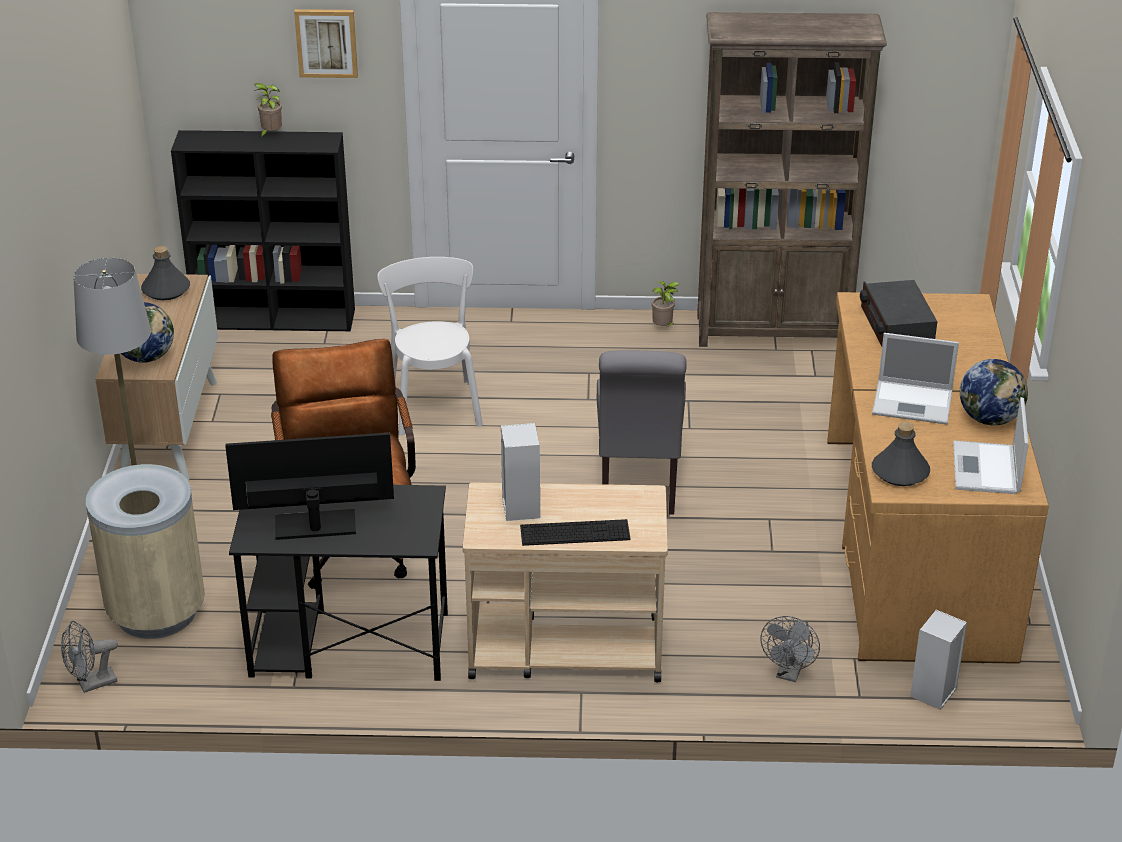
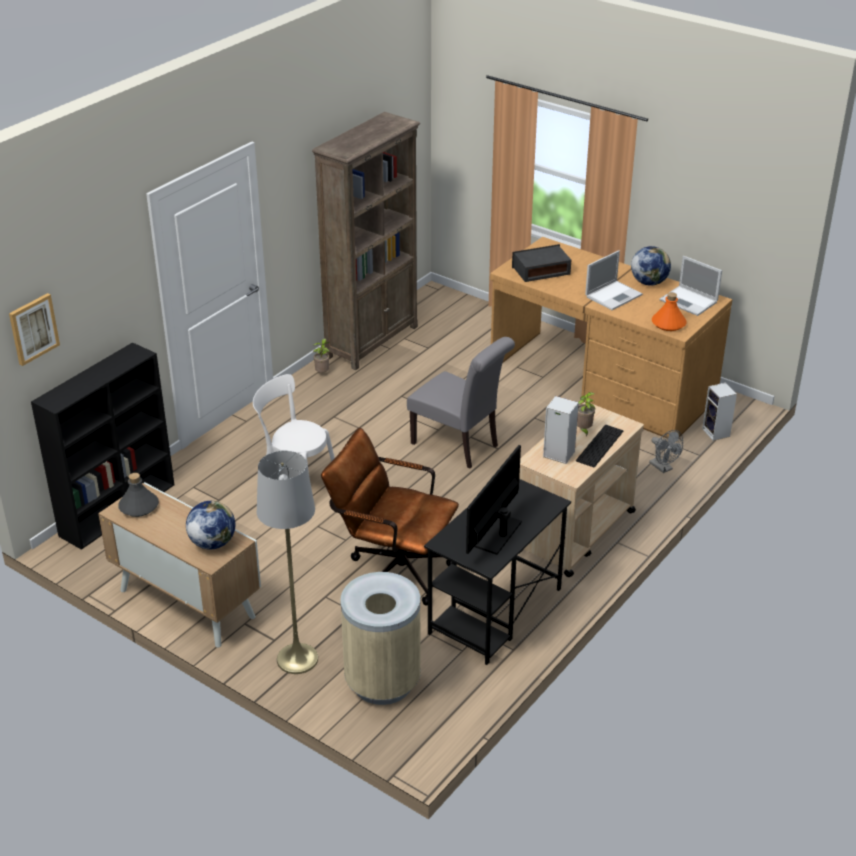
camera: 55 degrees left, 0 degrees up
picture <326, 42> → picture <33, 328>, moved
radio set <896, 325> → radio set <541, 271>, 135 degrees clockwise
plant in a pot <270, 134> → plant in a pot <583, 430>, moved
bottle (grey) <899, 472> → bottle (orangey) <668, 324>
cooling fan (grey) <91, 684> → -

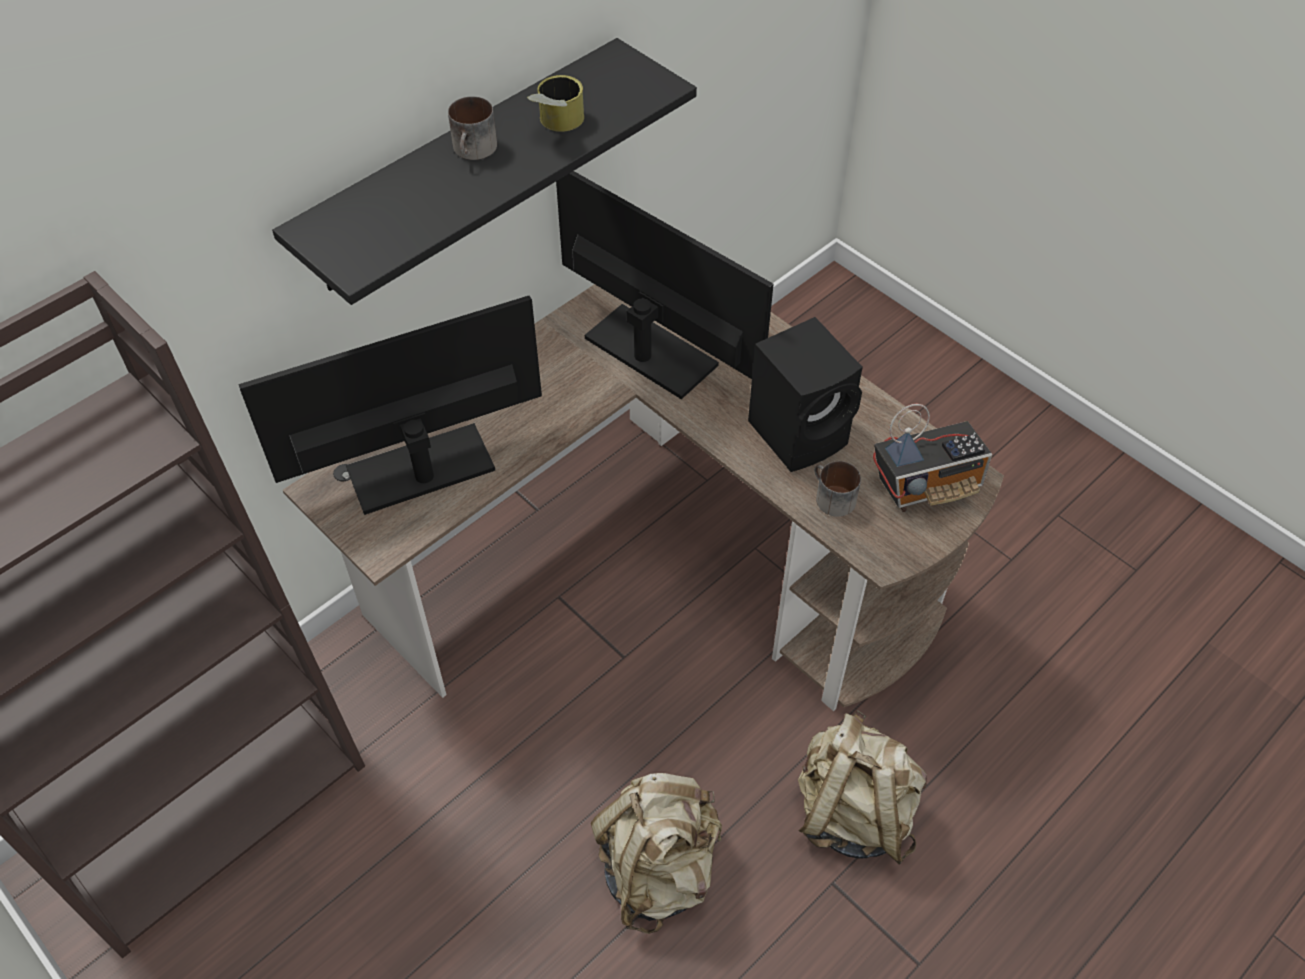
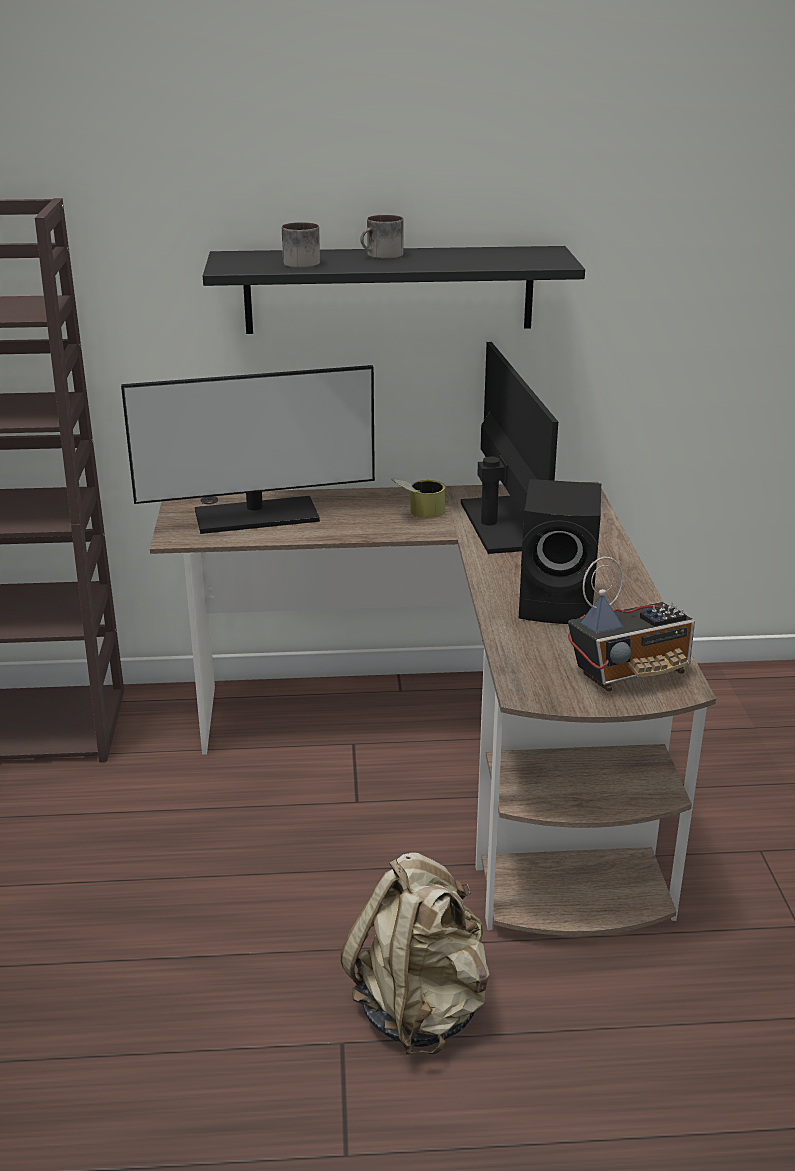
camera: 40 degrees right, 25 degrees down
monitor <421, 469> → monitor <256, 516>, 150 degrees clockwise
coffee mug <830, 498> → coffee mug <300, 262>, moved
metal can <556, 126> → metal can <418, 513>, moved
radio set <927, 485> → radio set <630, 673>, 45 degrees counterclockwise
backpack (beige-coloured) <658, 869> → -

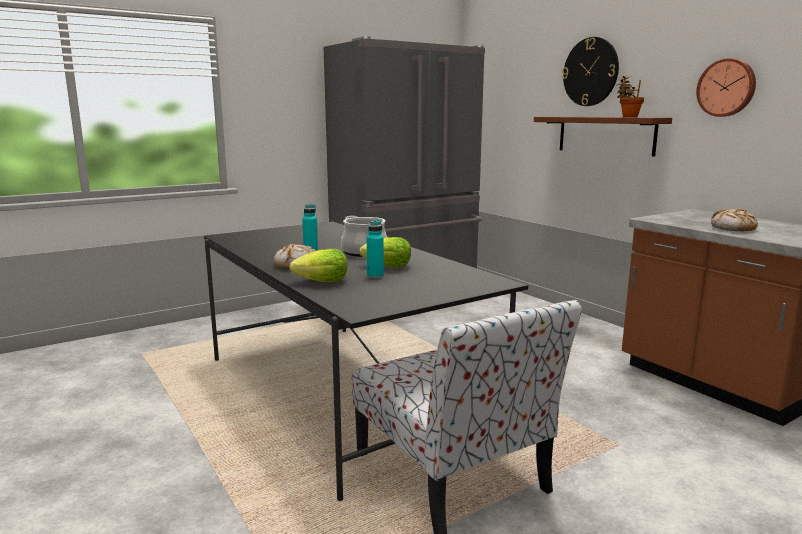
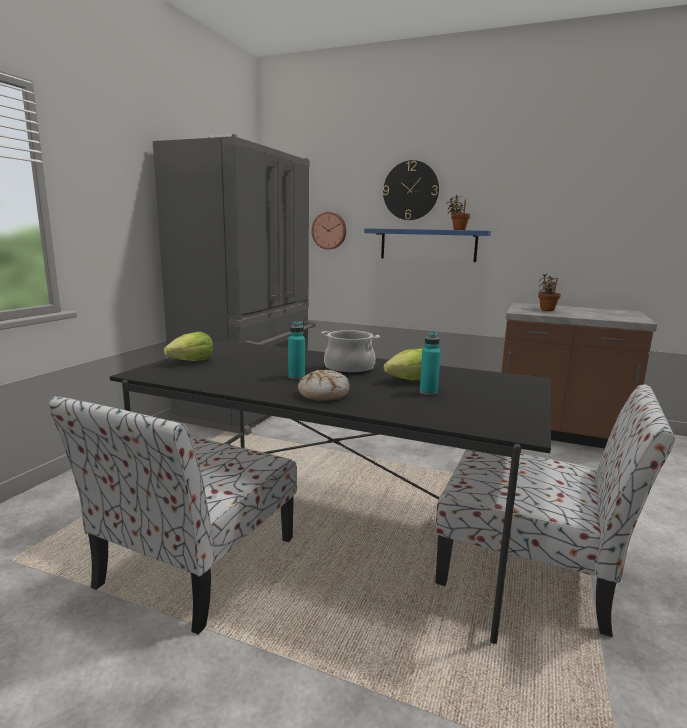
camera: 35 degrees left, 0 degrees up
- → chair <195, 564>
lettuce <322, 282> → lettuce <192, 361>, moved
hanging clock <726, 88> → hanging clock <329, 230>, moved
wall shelf (brownish) <605, 135> → wall shelf (blue) <428, 245>
- → plant in a pot <546, 309>
bakery bread <732, 228> → -

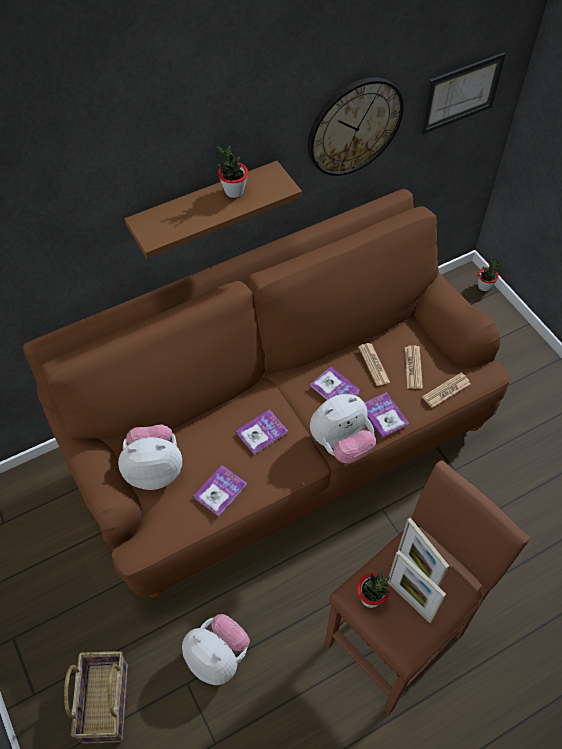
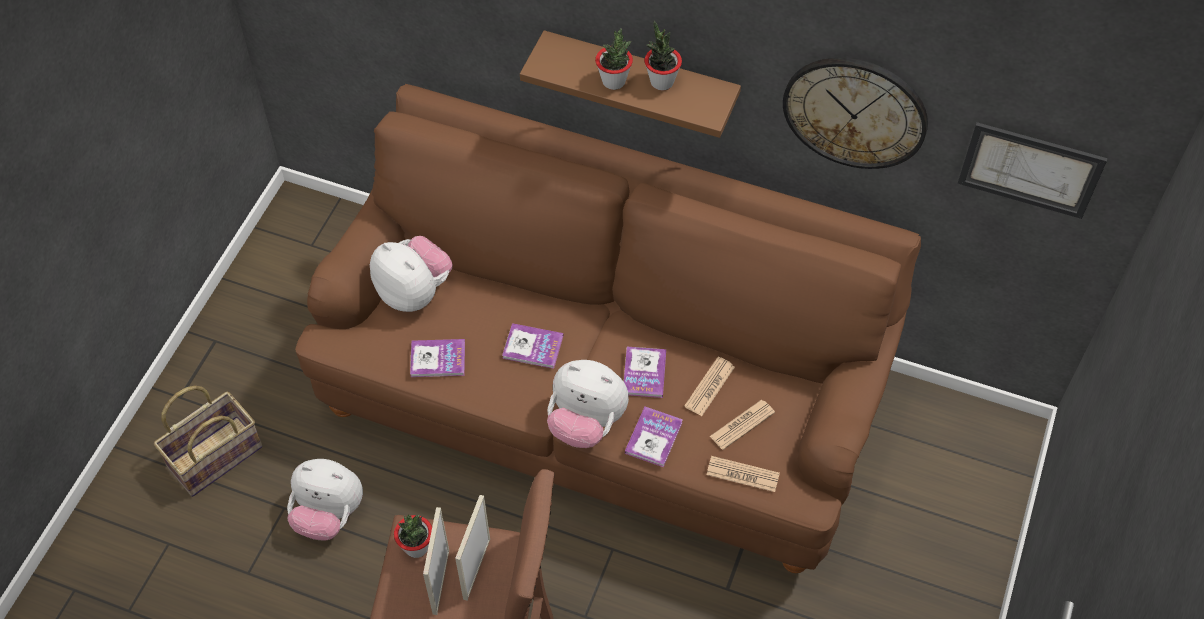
camera: 50 degrees right, 0 degrees up
soft toy <217, 657> → soft toy <328, 514>, 105 degrees clockwise
plant in a pot <484, 286> → plant in a pot <614, 81>, moved

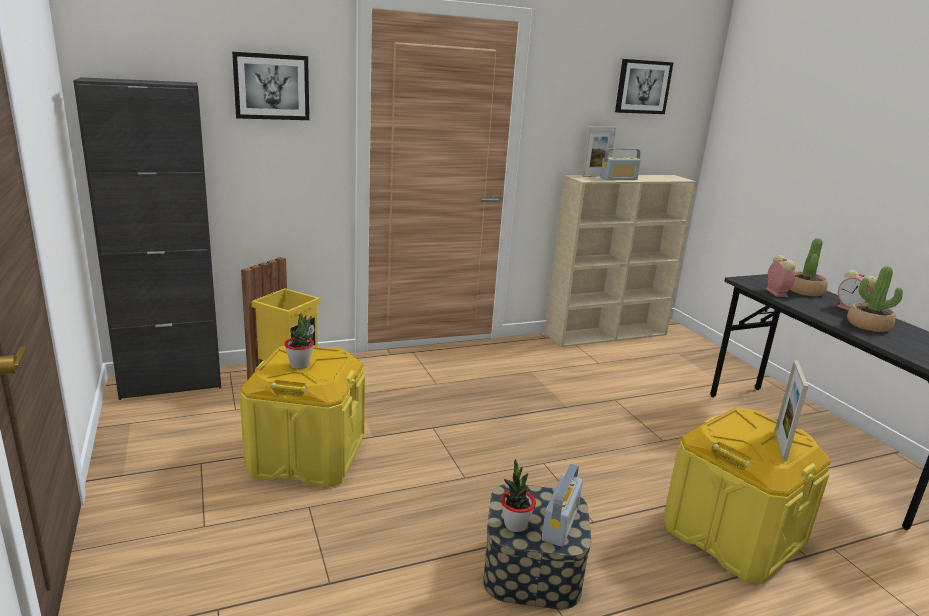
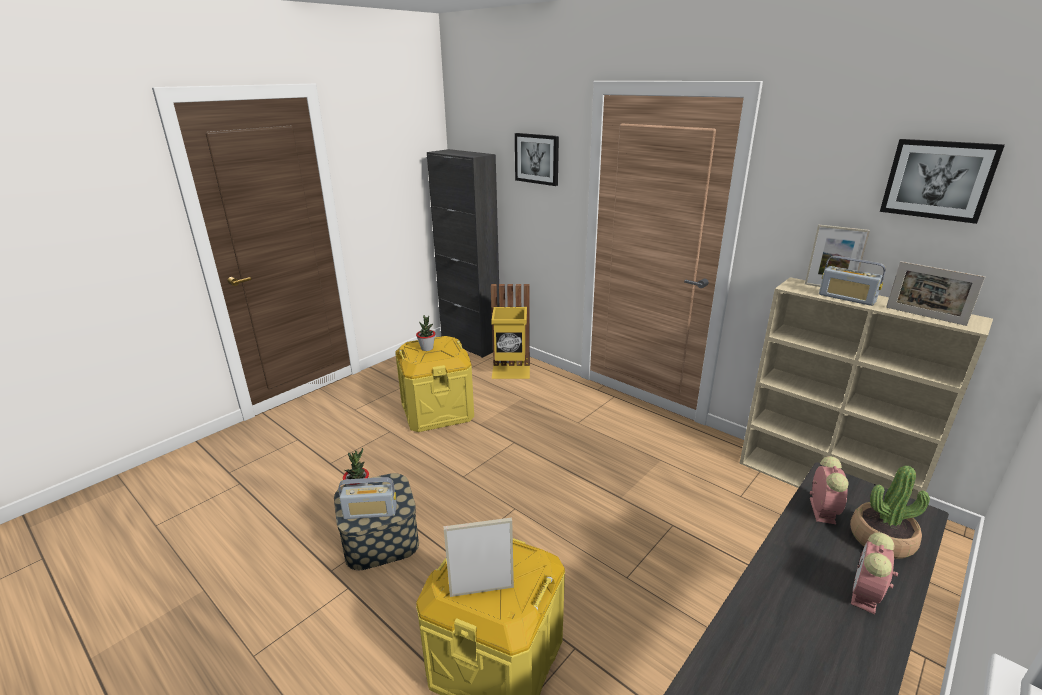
camera: 65 degrees right, 5 degrees up
table clock <775, 292> → table clock <821, 509>, 45 degrees counterclockwise
- → standing frame <925, 316>
plant in a pot <868, 325> → -

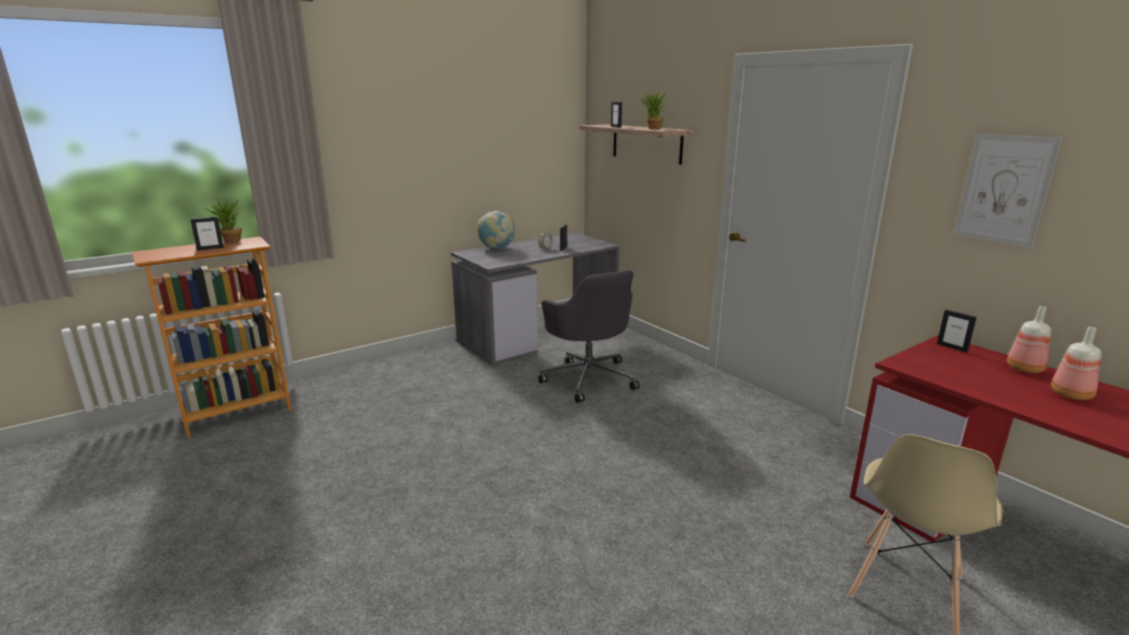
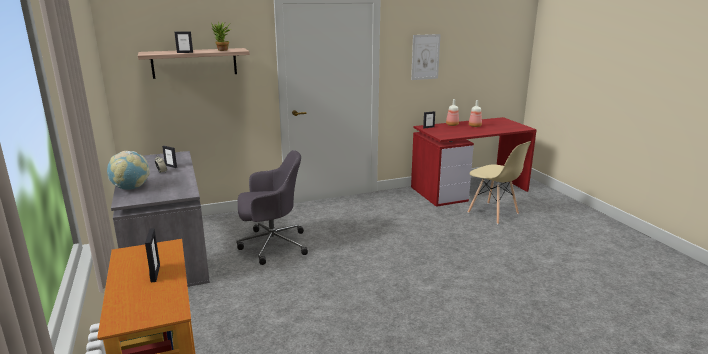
camera: 75 degrees left, 0 degrees up
plant in a pot <229, 241> → -

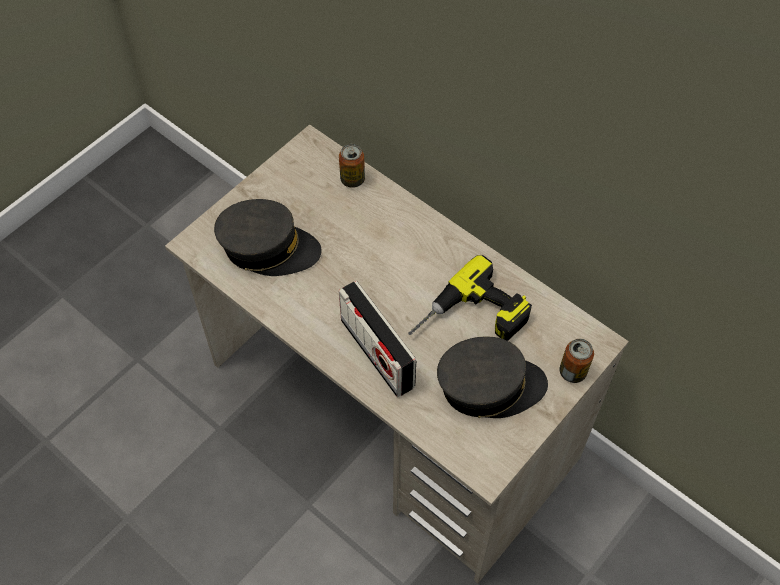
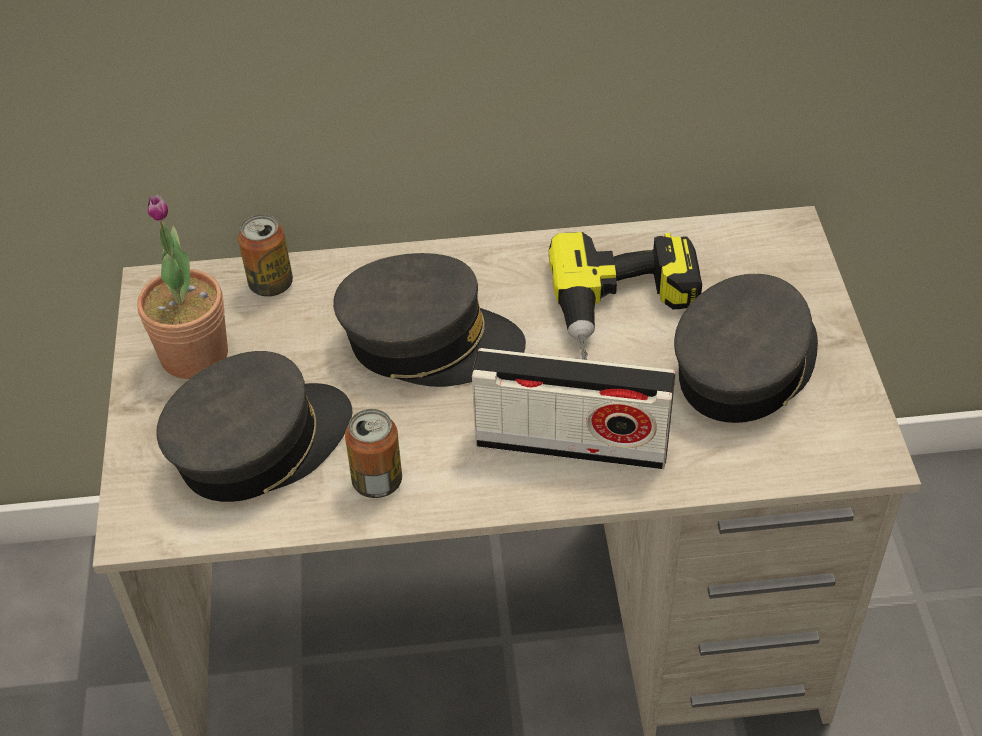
camera: 45 degrees left, 10 degrees down
- → plant in a pot <194, 355>
- → cap (grey) <429, 342>
metal can <573, 372> → metal can <377, 481>, moved

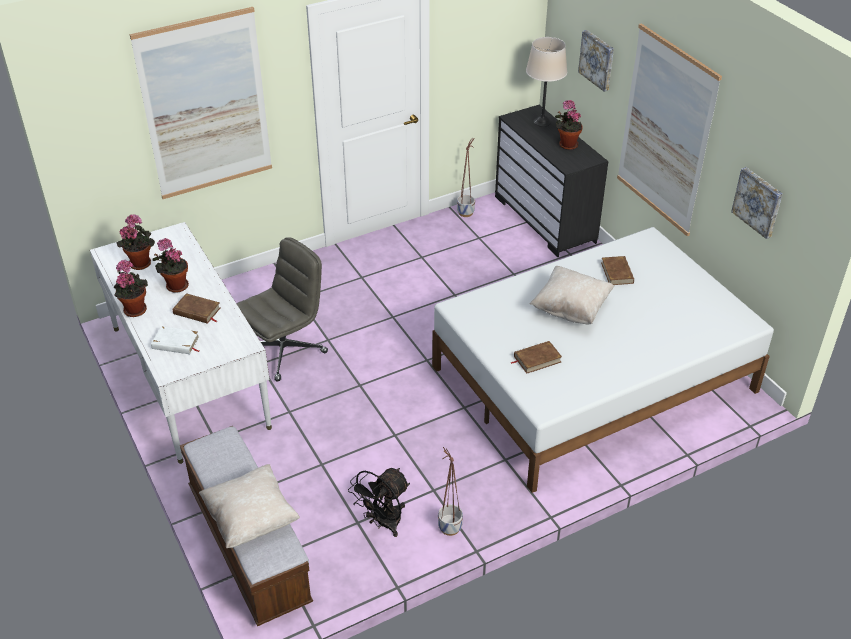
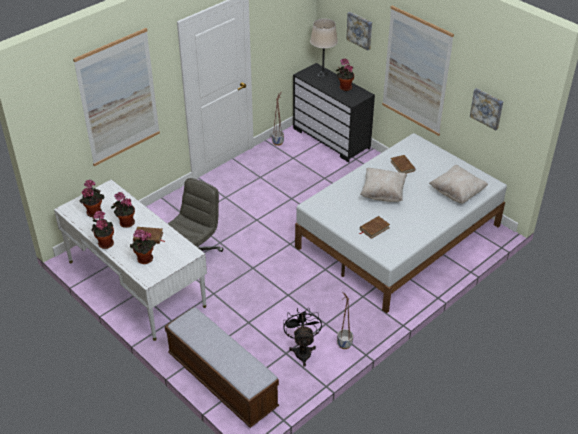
camera: 15 degrees left, 0 degrees up
volume (white-coloured) <176, 343> → plant in a pot <144, 260>
cooling fan (blackish) <383, 523> → cooling fan (blackish) <302, 350>, 150 degrees clockwise
cushion (beige-coloured) <251, 519> → cushion (beige-coloured) <457, 193>, moved

